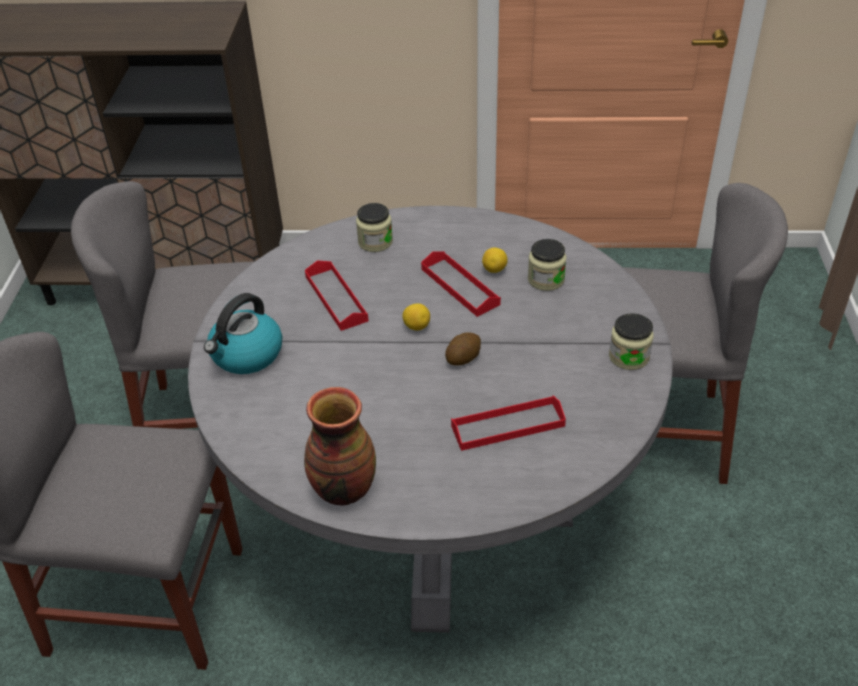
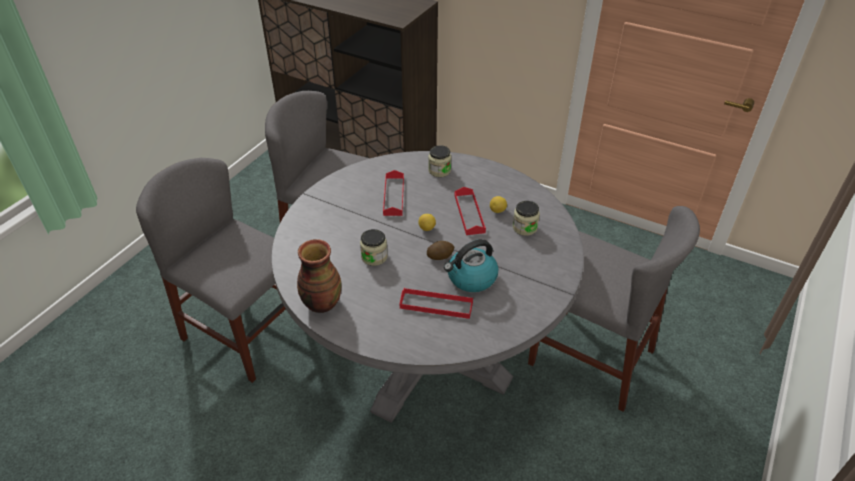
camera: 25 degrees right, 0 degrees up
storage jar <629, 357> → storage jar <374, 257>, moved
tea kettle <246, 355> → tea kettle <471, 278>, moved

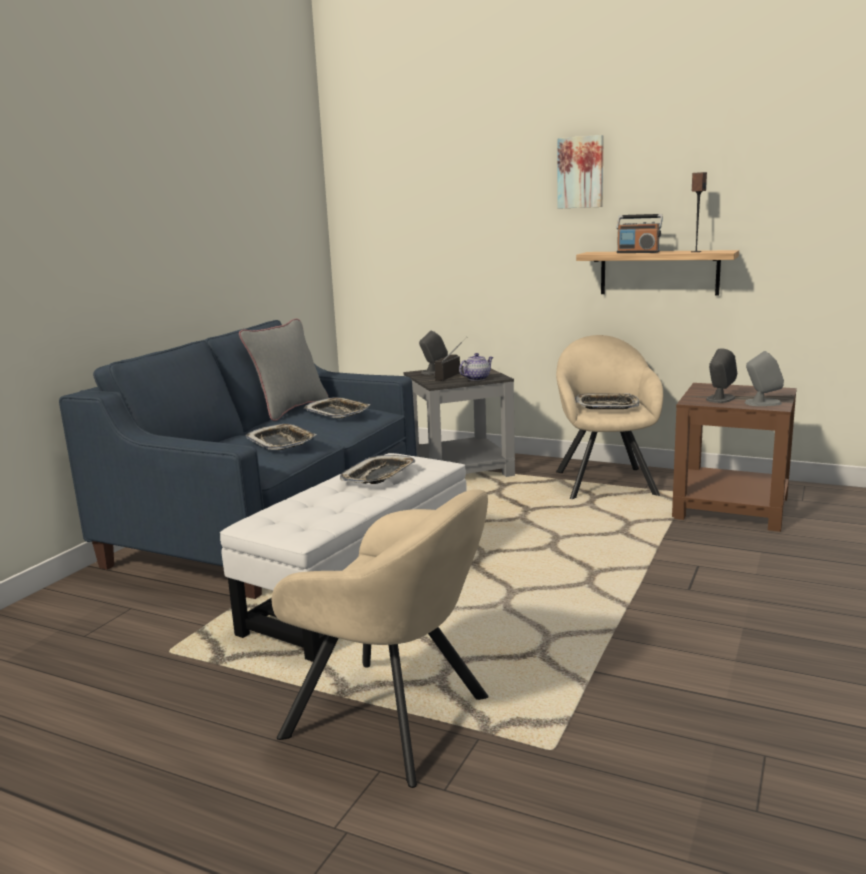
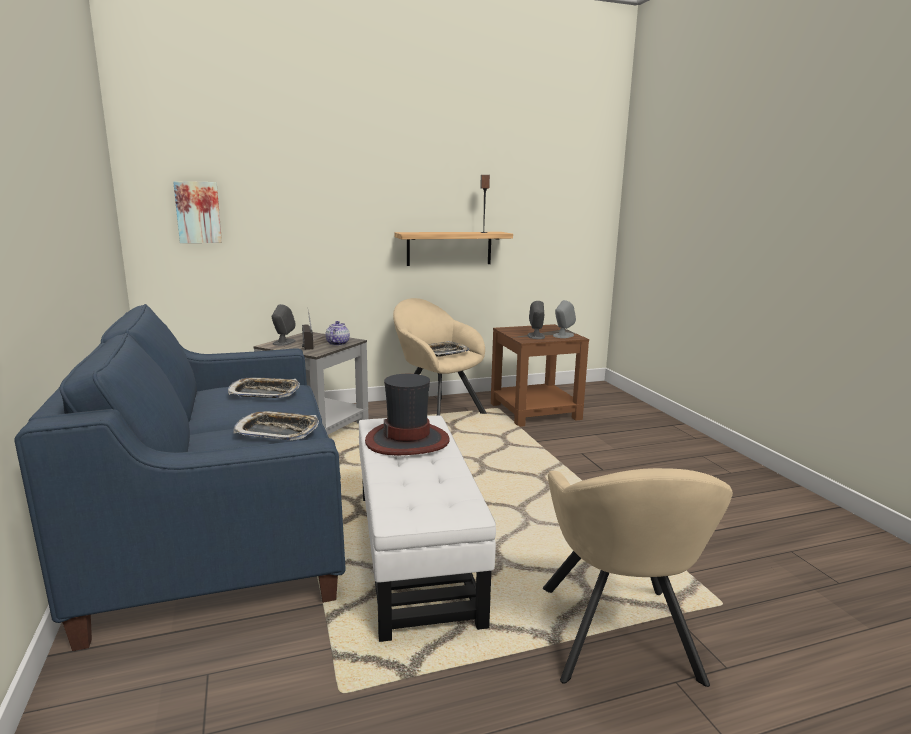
camera: 45 degrees left, 0 degrees up
picture <581, 172> → picture <198, 212>, moved
carrying tray <379, 476> → wearable hat <408, 440>
lounge chair (beige-coloured) <396, 721> → lounge chair (beige-coloured) <619, 639>, 105 degrees clockwise
cushion (grey) <290, 410> → -
radio set <638, 252> → -

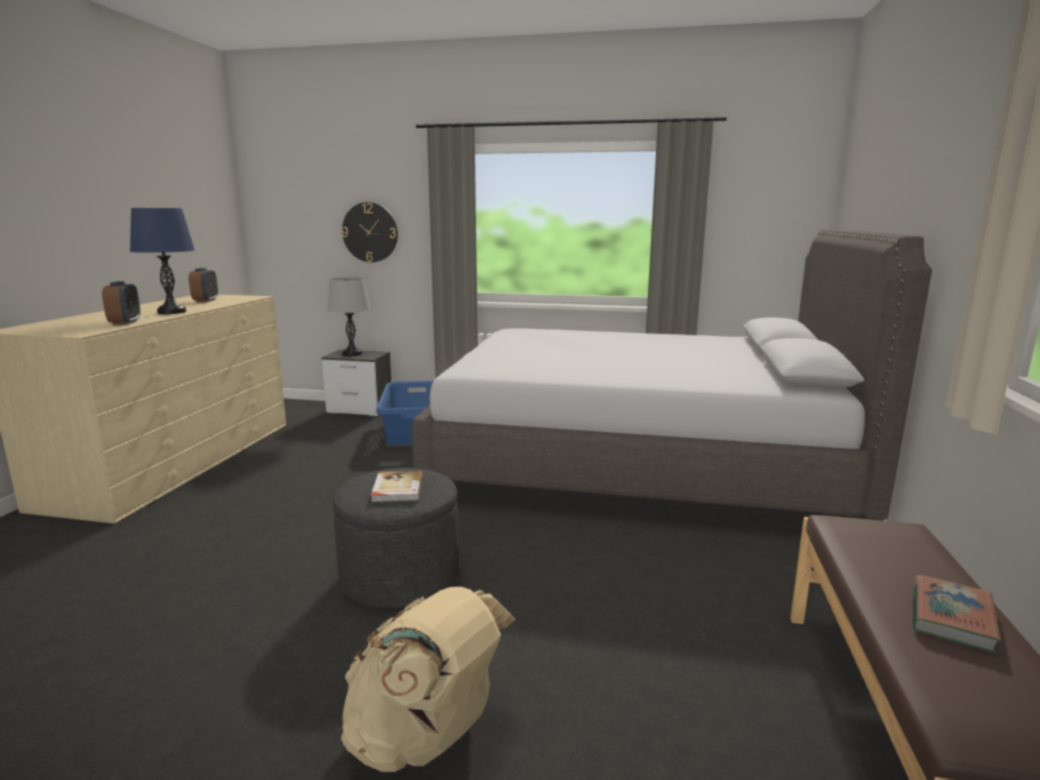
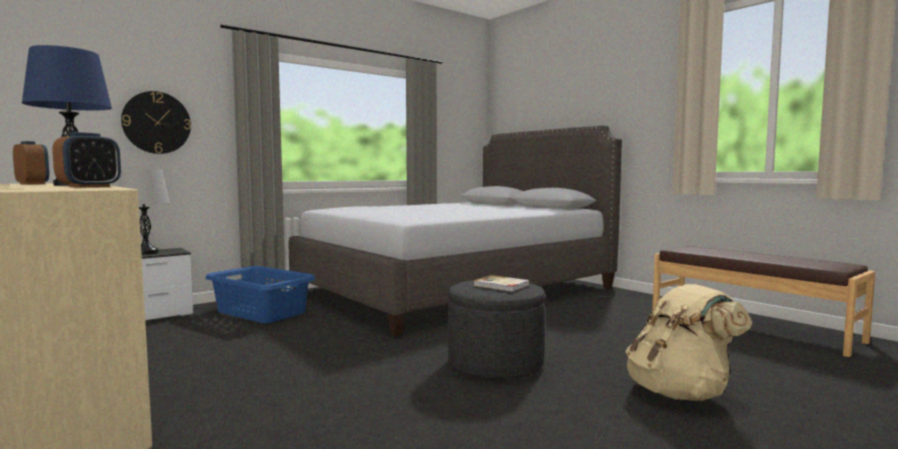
camera: 50 degrees left, 10 degrees down
table clock <125, 322> → table clock <89, 187>, 90 degrees clockwise
volume <951, 618> → -

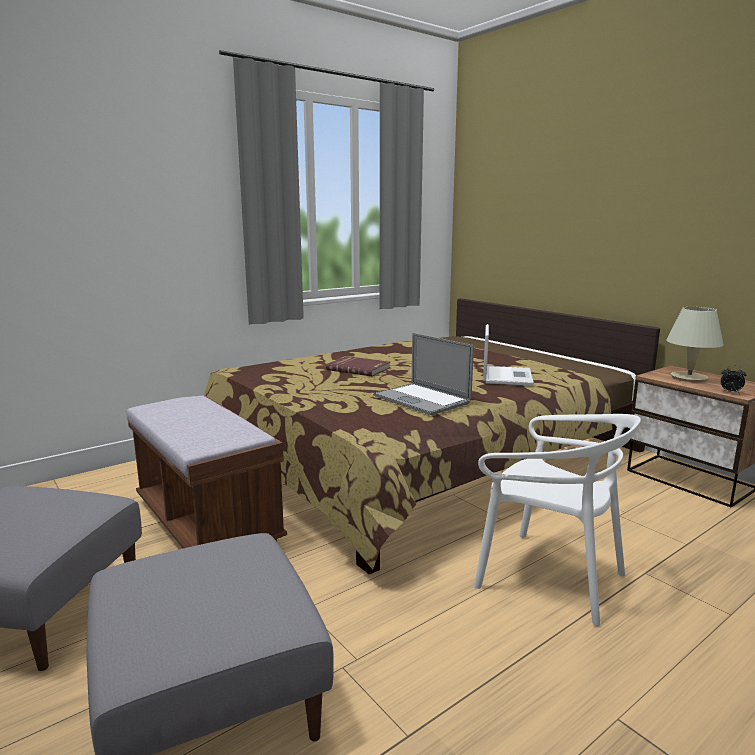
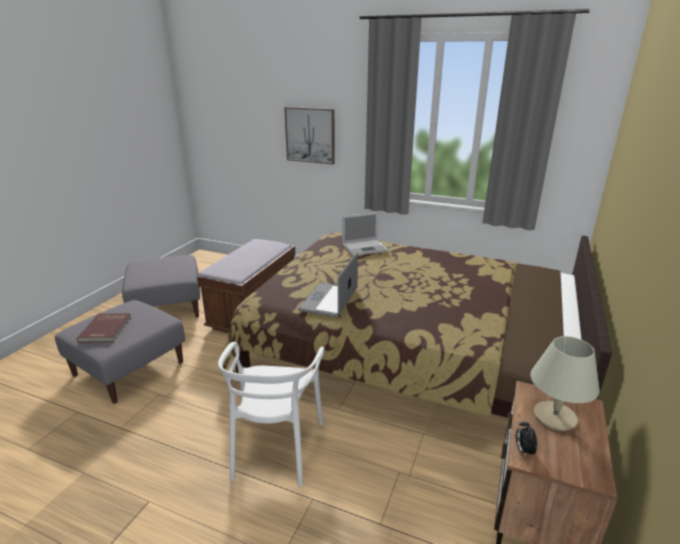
camera: 60 degrees right, 10 degrees up
volume (red-coloured) <359, 368> → volume (red-coloured) <106, 329>, moved
- → picture <310, 135>
notebook computer <506, 376> → notebook computer <365, 247>, moved

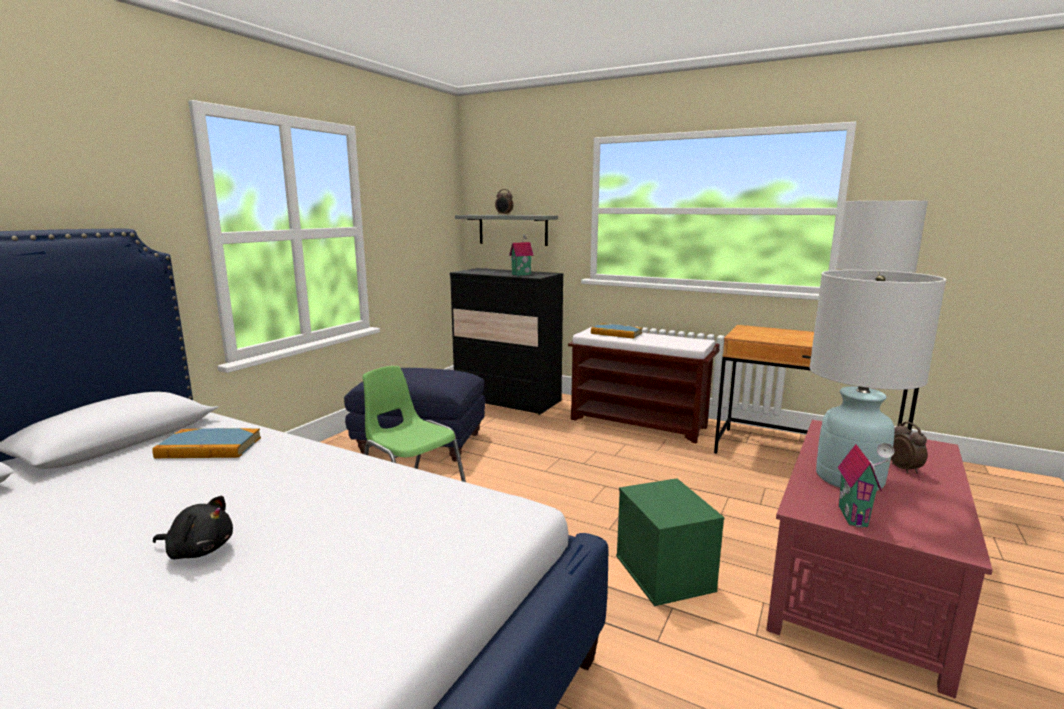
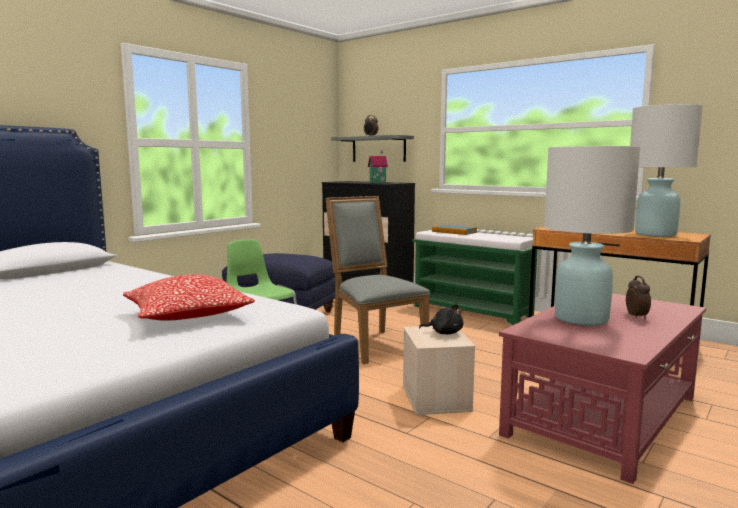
camera: 10 degrees right, 5 degrees down
- → cushion <188, 316>
- → chair (grey) <374, 344>
storage container (green-coloured) <665, 573> → storage container (beige-coloured) <437, 398>
indoor bench (brownish) <639, 423> → indoor bench (green-coloured) <473, 311>
soft toy (blackish) <199, 550> → soft toy (blackish) <444, 333>, moved
volume <209, 447> → -
toy house <856, 517> → -

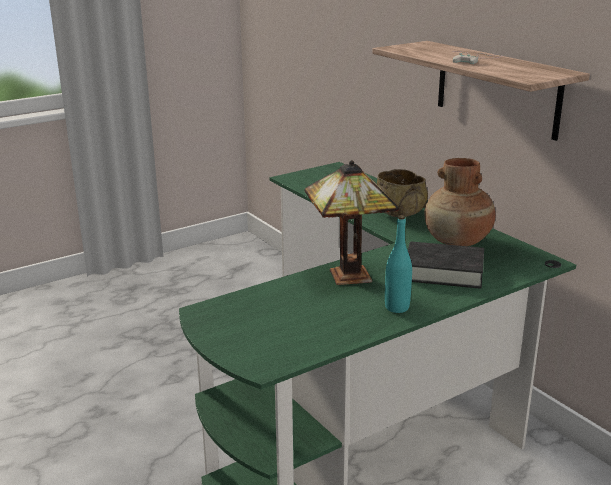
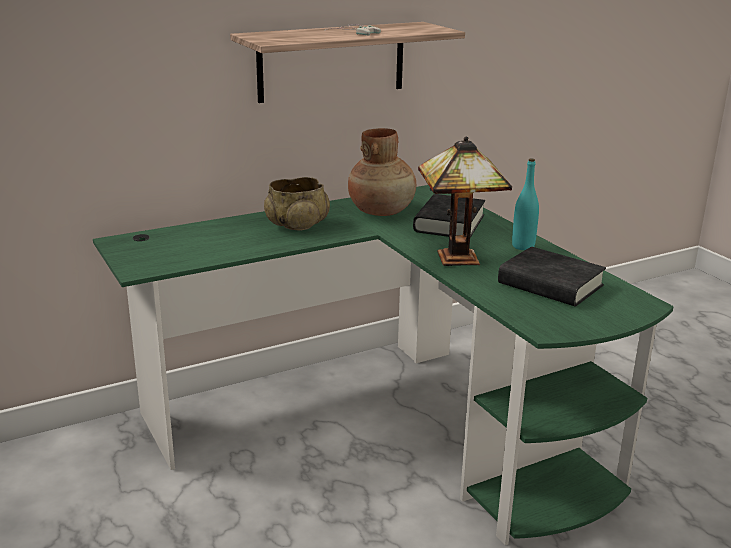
camera: 85 degrees left, 0 degrees up
- → volume (blackish) <550, 285>

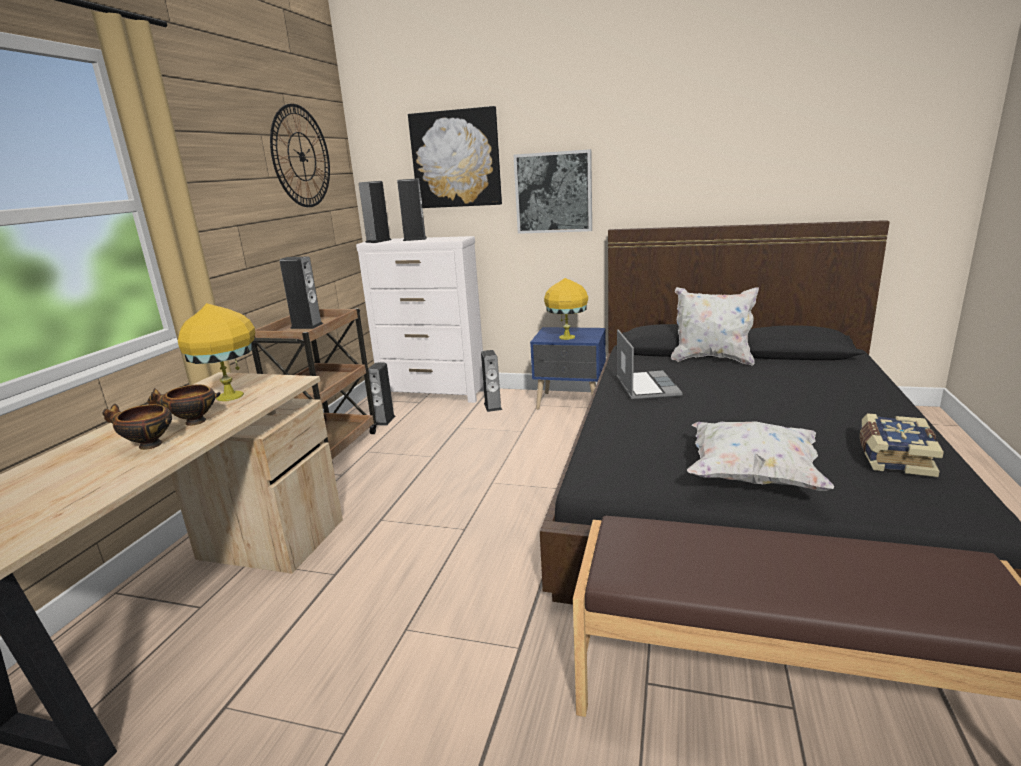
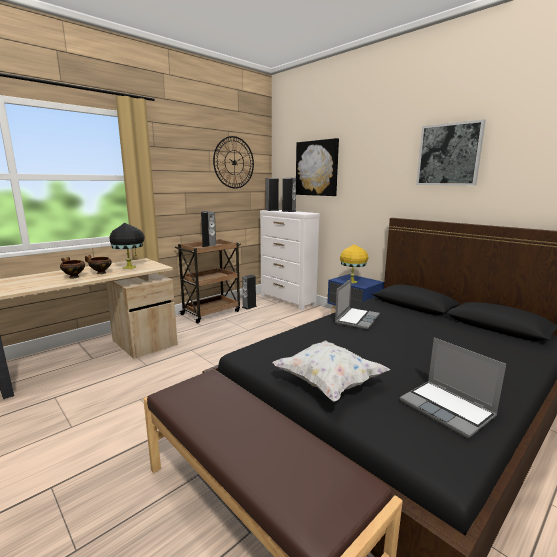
camera: 30 degrees right, 5 degrees down
table lamp (yellowish) <231, 396> → table lamp (blackish) <130, 267>
volume <893, 457> → notebook computer <448, 409>
picture <553, 192> → picture <449, 154>, moved
audio speaker <492, 406> → -
cushion (white-coloured) <711, 359> → -

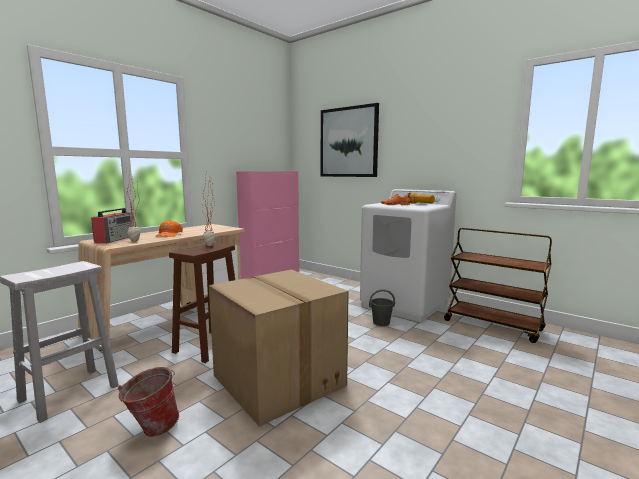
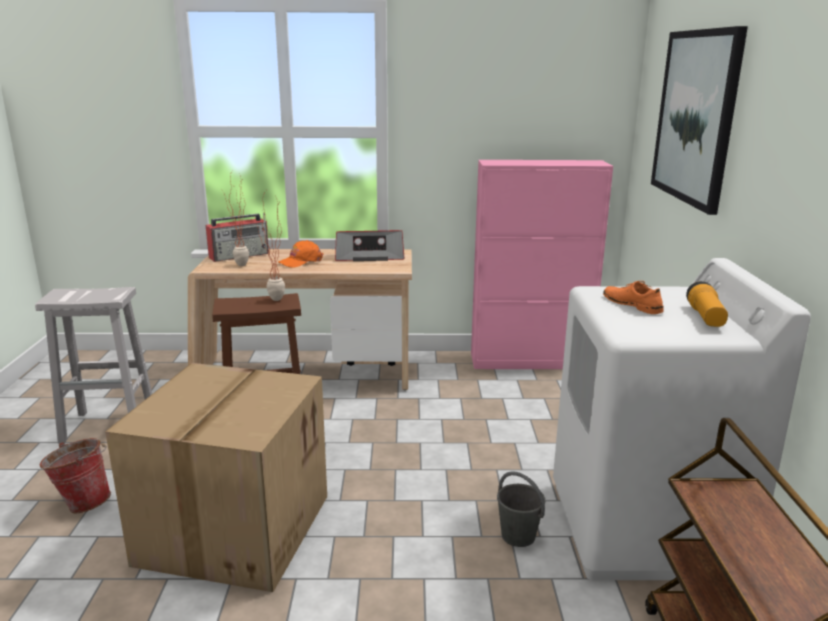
camera: 50 degrees right, 10 degrees up
- → radio set <369, 256>

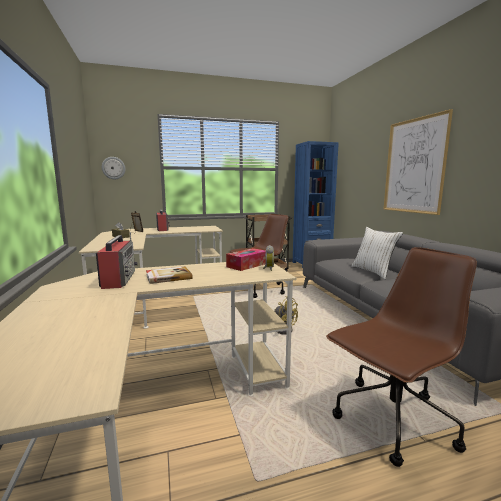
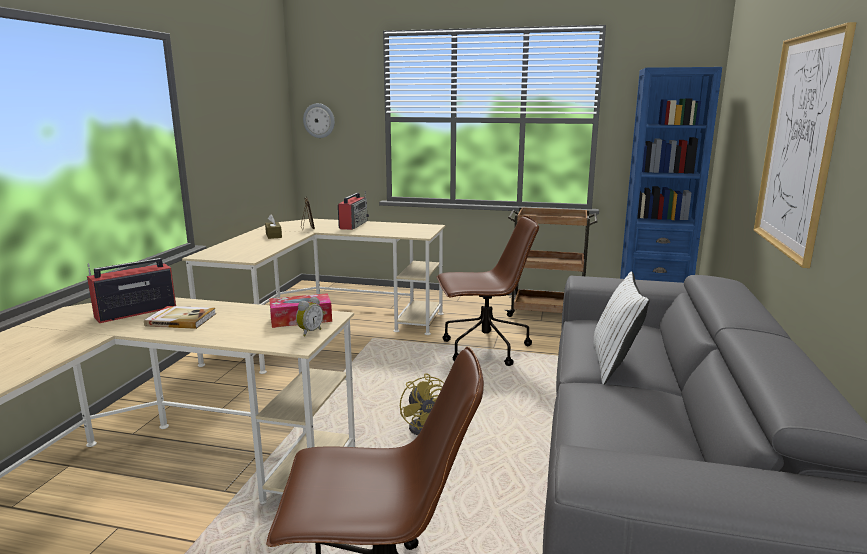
camera: 30 degrees right, 5 degrees up
radio set <119, 279> → radio set <134, 312>, 150 degrees counterclockwise

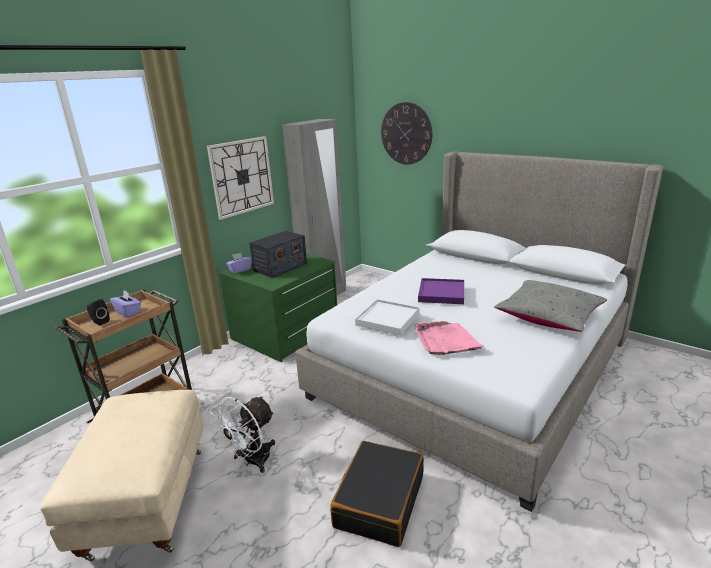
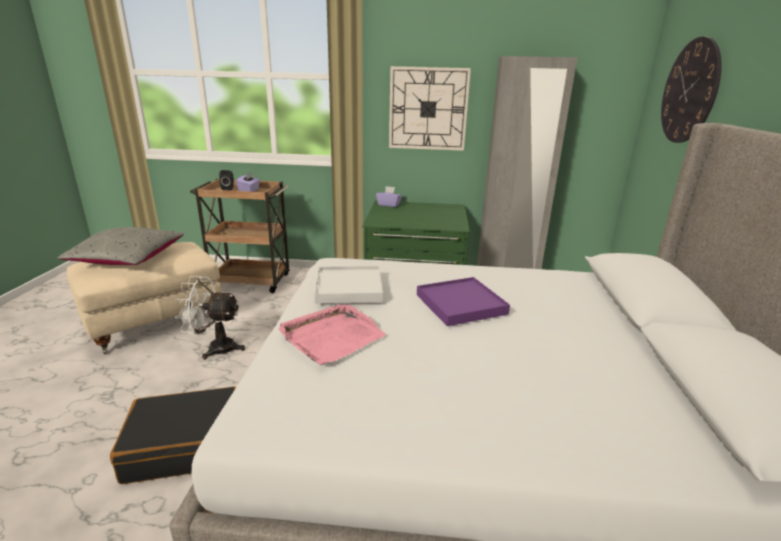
camera: 55 degrees right, 0 degrees up
cushion (grey) <548, 316> → cushion (grey) <128, 258>, moved
radio set <280, 267> → -

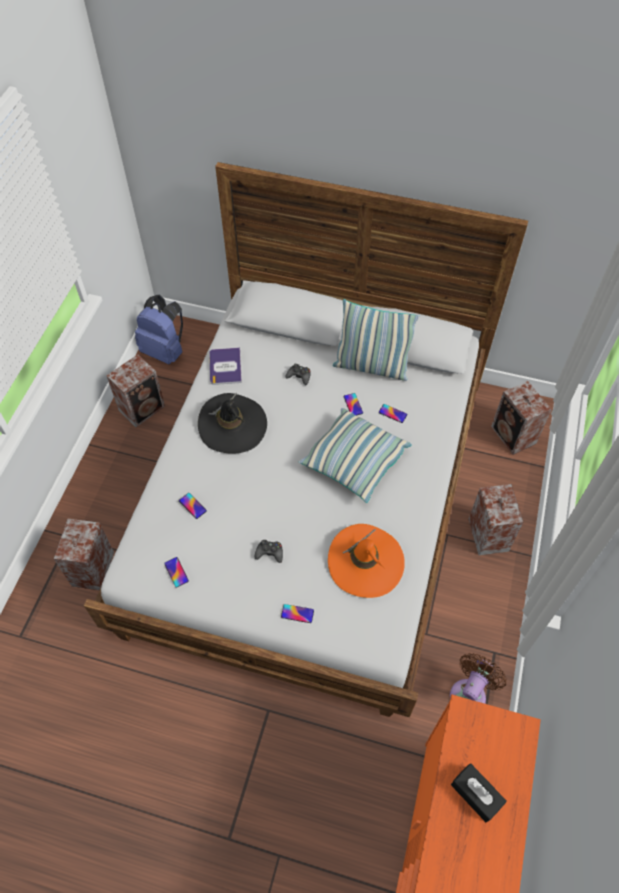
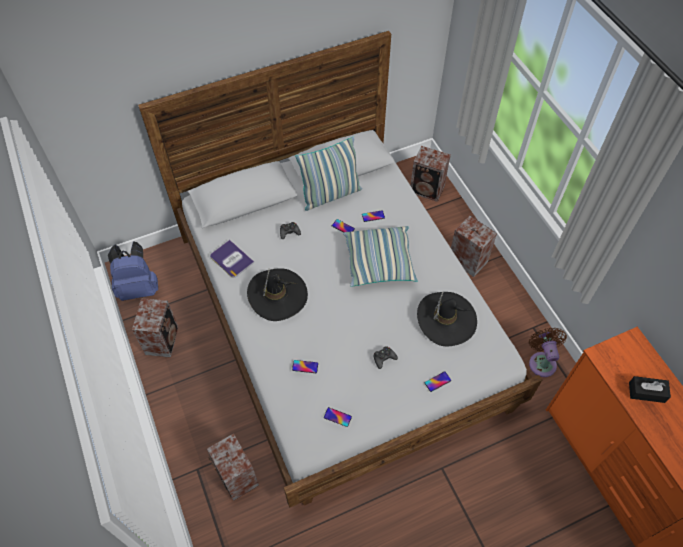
camera: 40 degrees left, 0 degrees up
wearable hat (orangey) <365, 562> → wearable hat (blackish) <446, 319>

